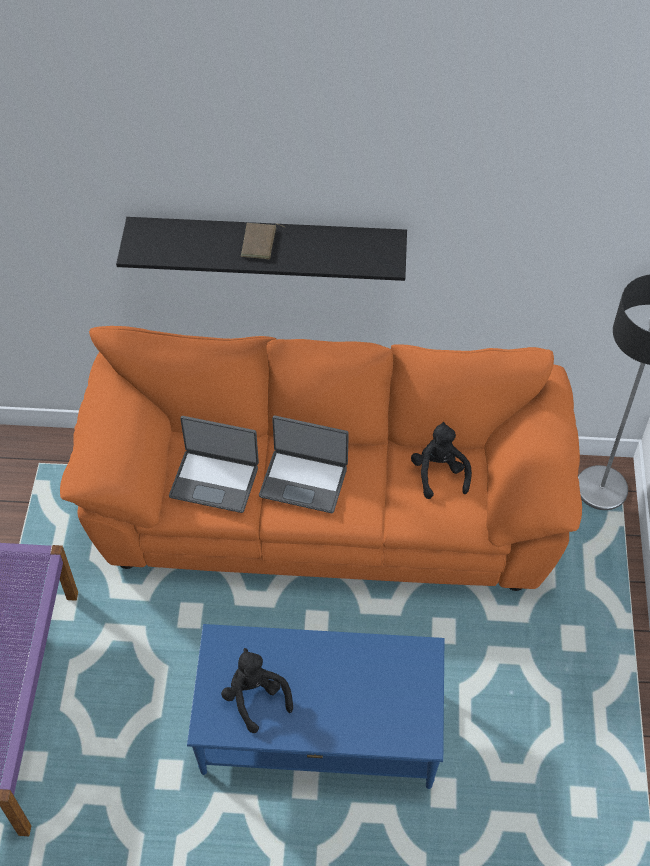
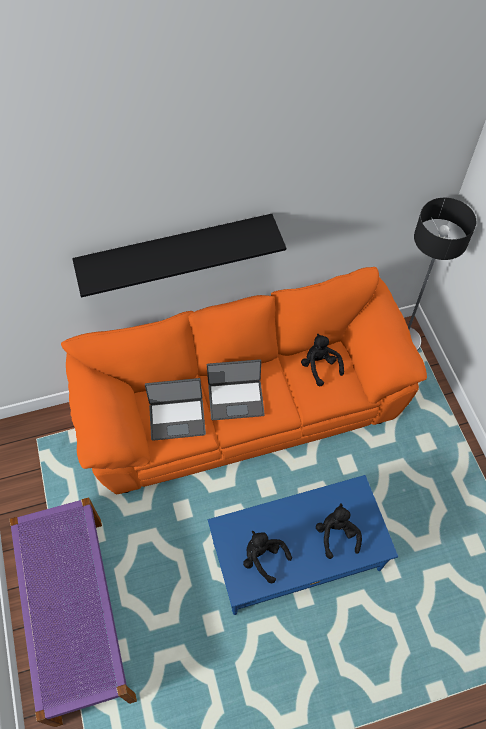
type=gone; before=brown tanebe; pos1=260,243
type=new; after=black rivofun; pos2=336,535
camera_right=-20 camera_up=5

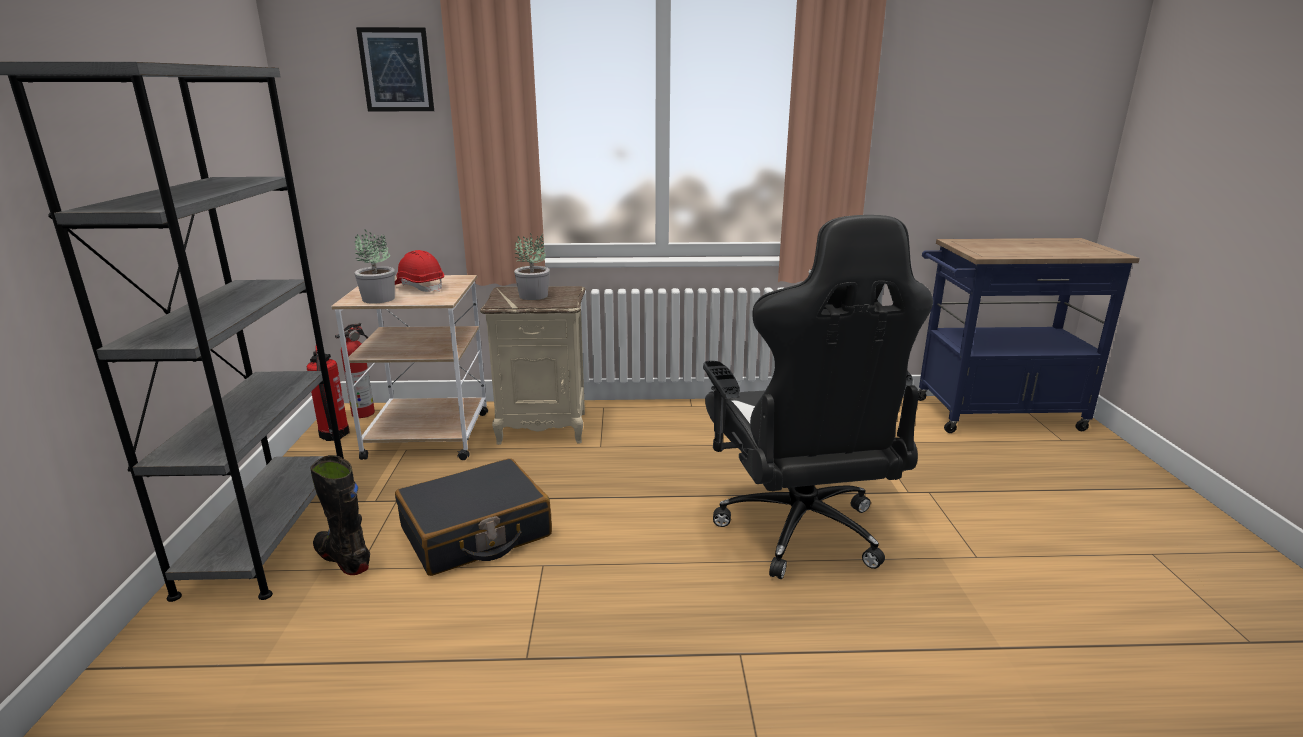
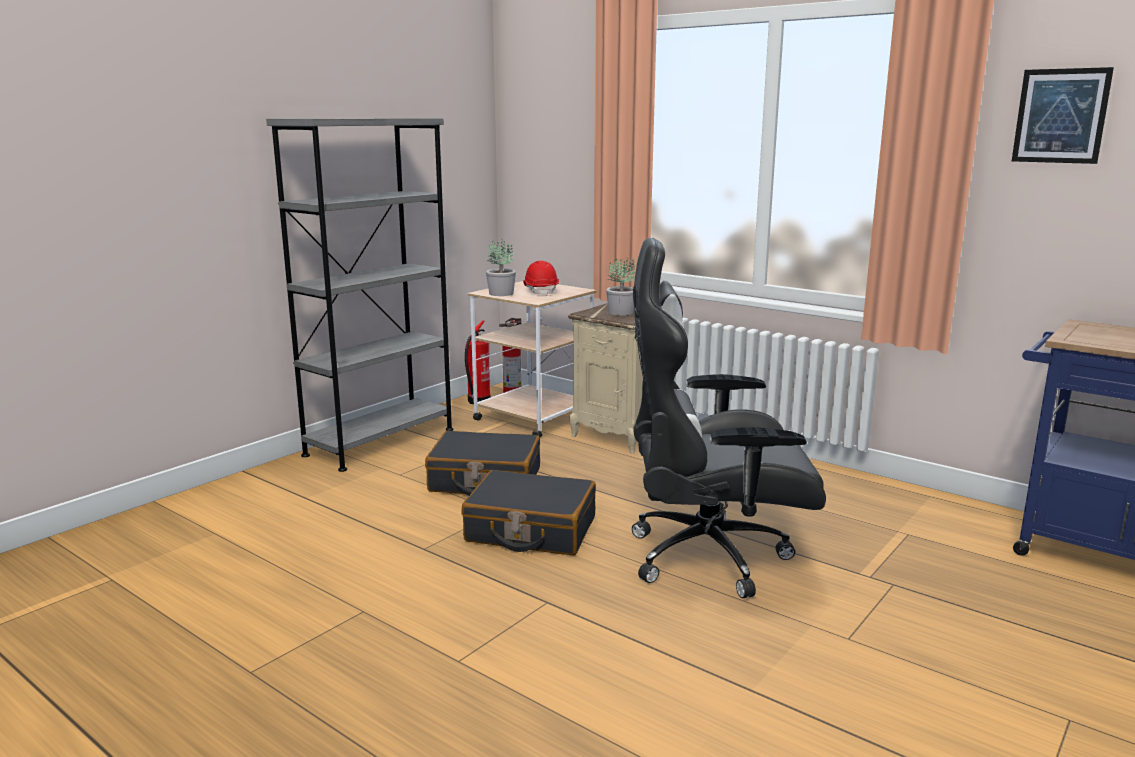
type=gone; before=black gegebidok; pos1=343,559
type=new; after=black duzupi; pos2=530,530
type=shifted; before=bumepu; pos1=396,70; pos2=1060,116
type=rotated; before=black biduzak; pos1=795,524; pos2=717,557; turn=60
camera_right=40 camera_up=-5

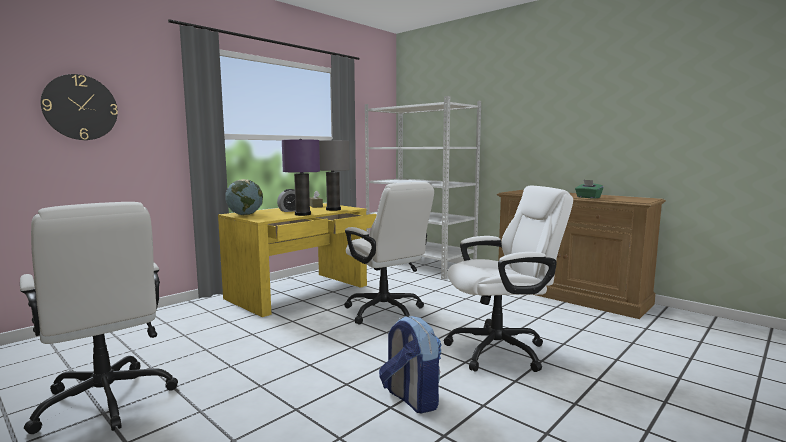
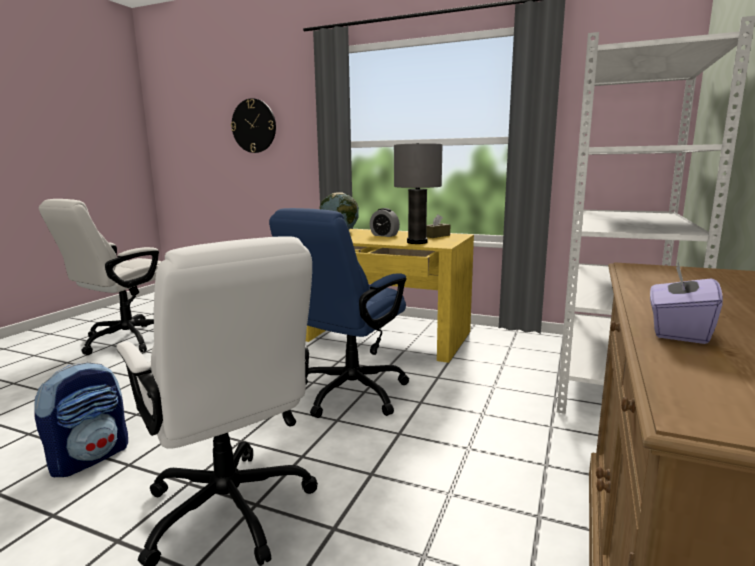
type=gone; before=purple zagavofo; pos1=302,214
type=repainted; before=white biduzak; after=blue biduzak; pos1=386,313; pos2=348,395
type=repainted; before=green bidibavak; after=purple bidibavak; pos1=588,197; pos2=678,330
camera_right=70 camera_up=5

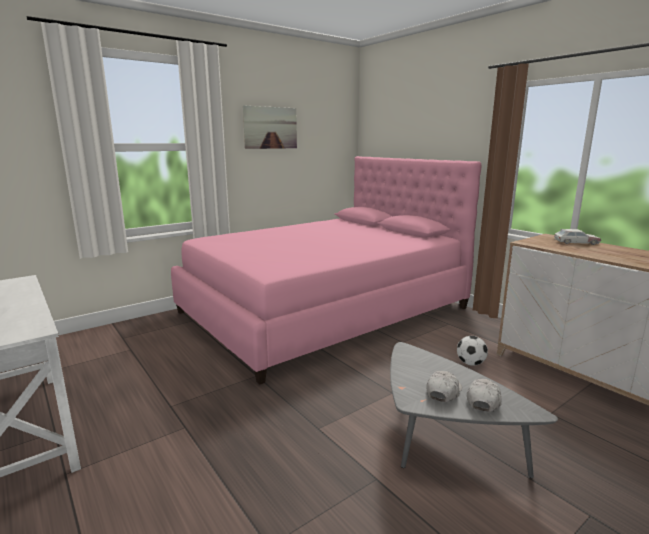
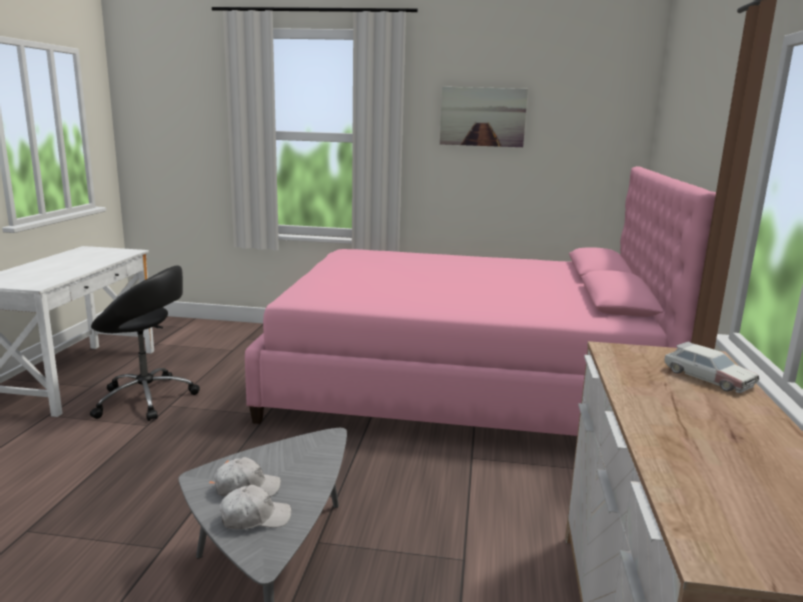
type=gone; before=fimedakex; pos1=470,363
type=new; after=black biduzak; pos2=148,399
camera_right=45 camera_up=0

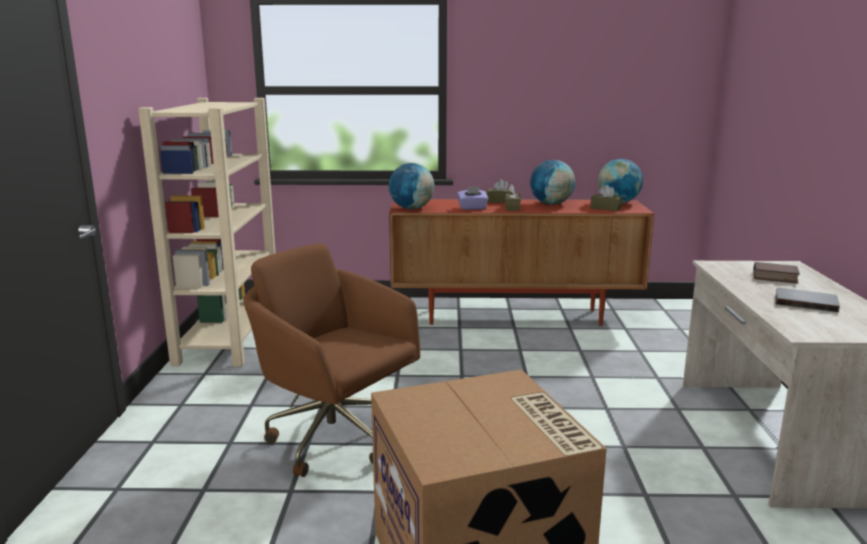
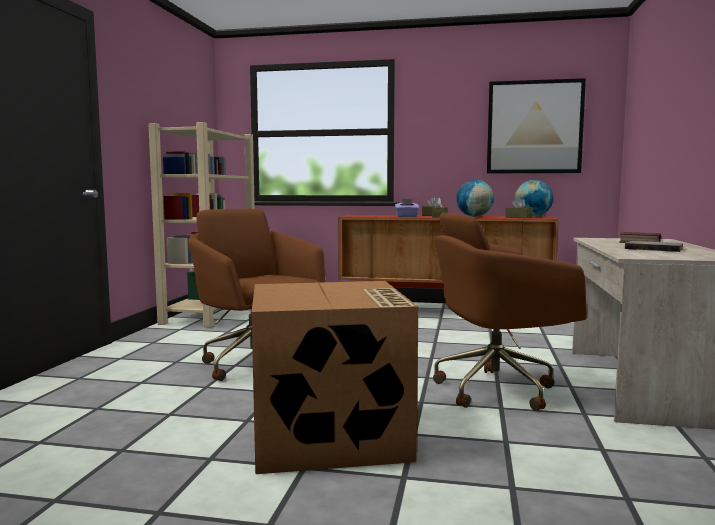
type=gone; before=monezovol; pos1=411,208
type=new; after=brown biduzak; pos2=500,390
type=new; after=bumepu; pos2=534,127
camera_right=10 camera_up=-10

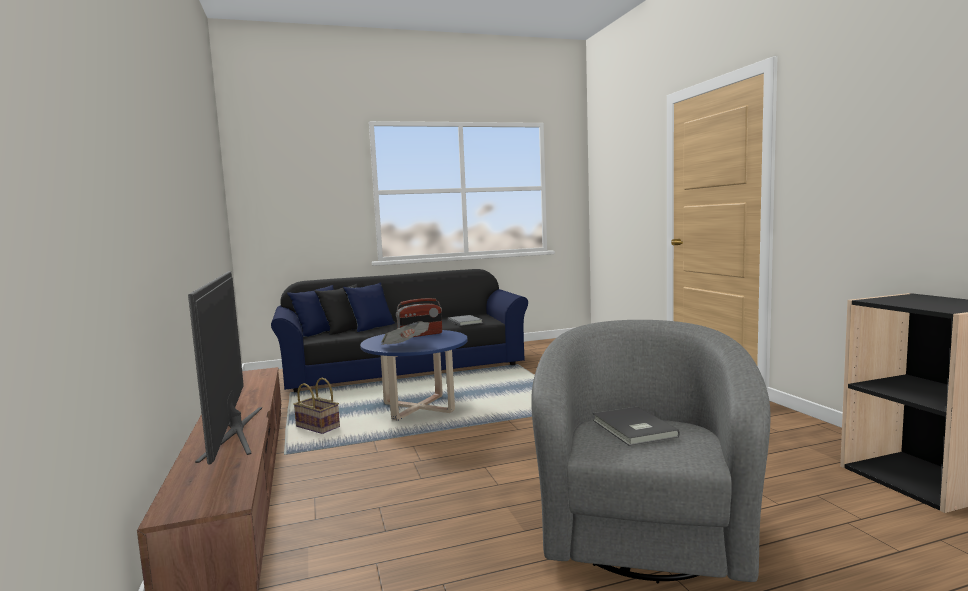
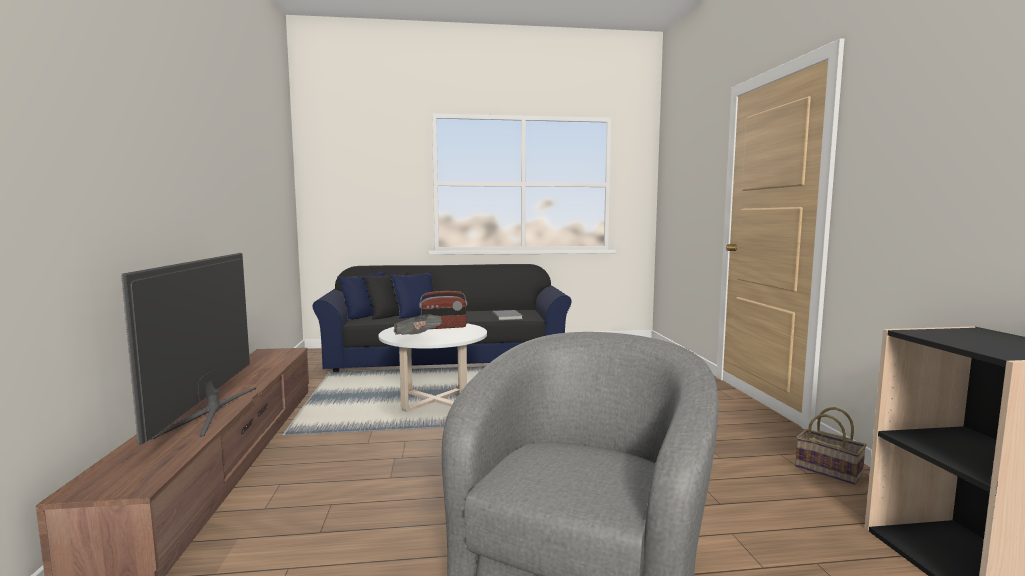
type=gone; before=grey tanebe; pos1=632,429
type=shifted; before=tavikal; pos1=319,427; pos2=830,471
type=repainted; before=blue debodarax; after=white debodarax; pos1=418,408; pos2=434,400
camera_right=10 camera_up=0

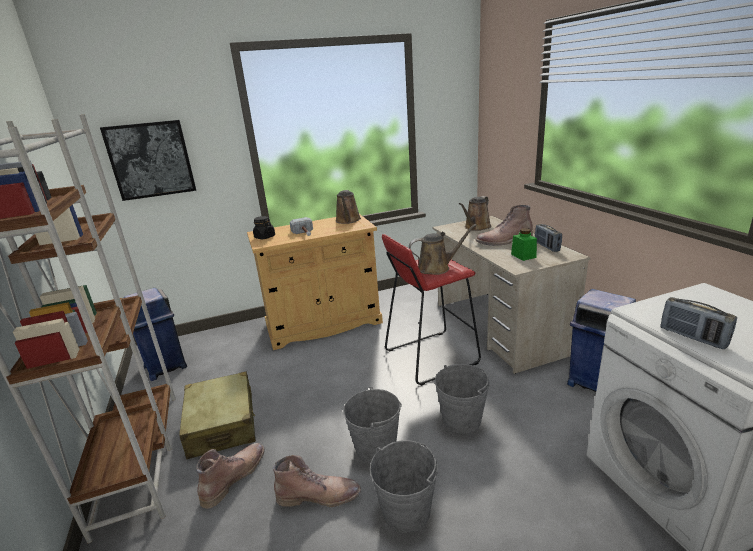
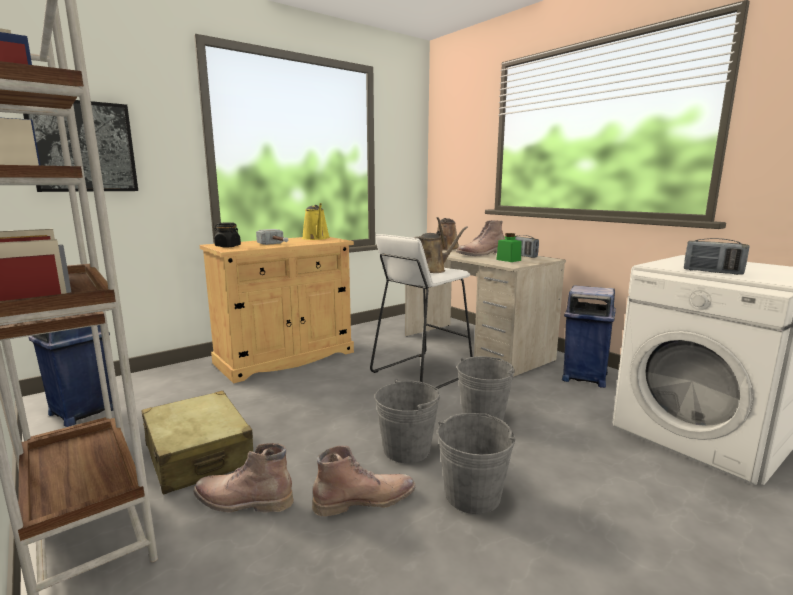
type=repainted; before=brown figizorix; after=yellow figizorix; pos1=348,220; pos2=316,238
type=repainted; before=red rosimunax; after=white rosimunax; pos1=430,357; pos2=421,373
type=rotated; before=brown gegebidok; pos1=234,476; pos2=242,501; turn=-90
camera_right=-20 camera_up=-10

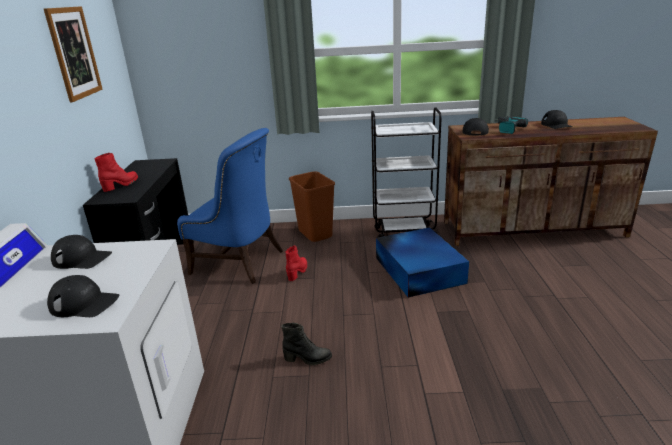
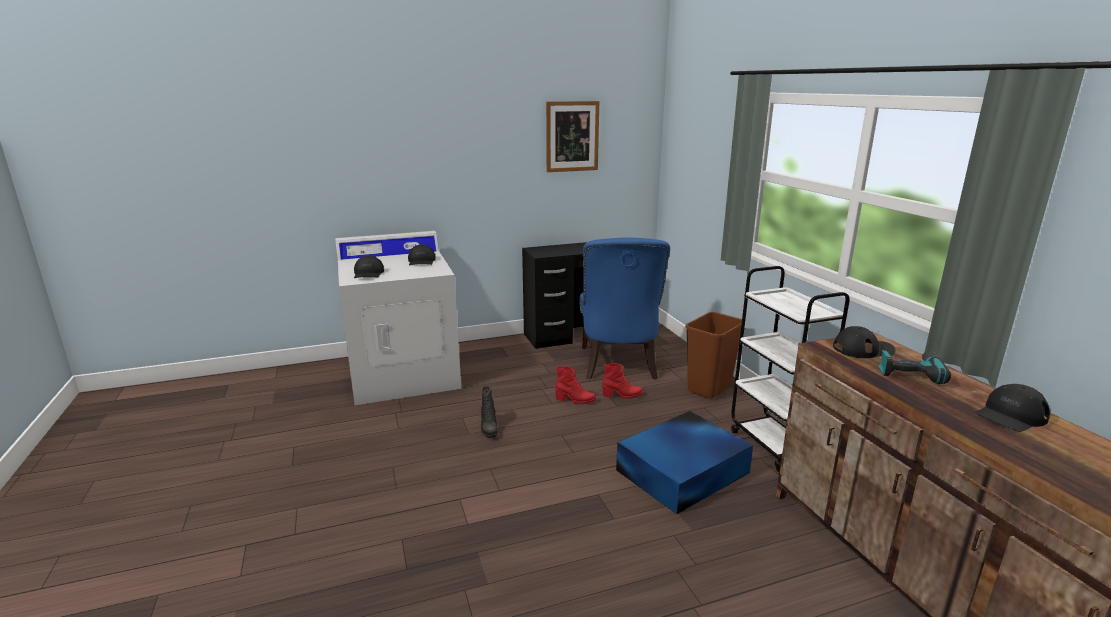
type=shifted; before=red gegebidok; pos1=121,185; pos2=575,400
camera_right=70 camera_up=-5

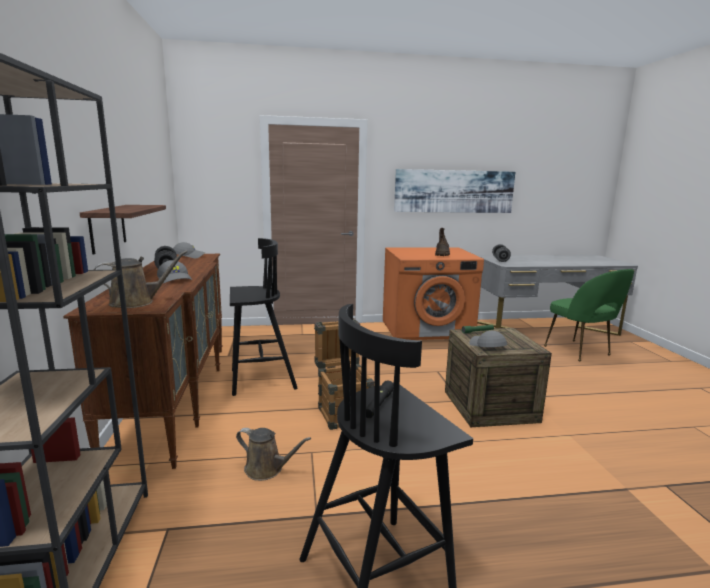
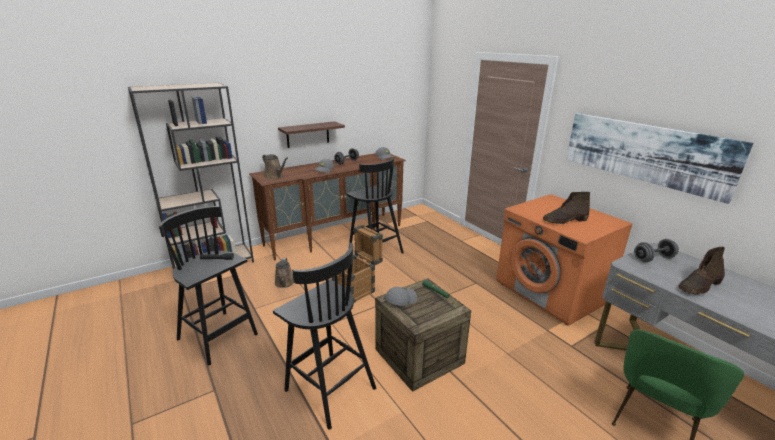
type=new; after=black rosimunax; pos2=328,387
type=new; after=brown gegebidok; pos2=699,286
camera_right=65 camera_up=10

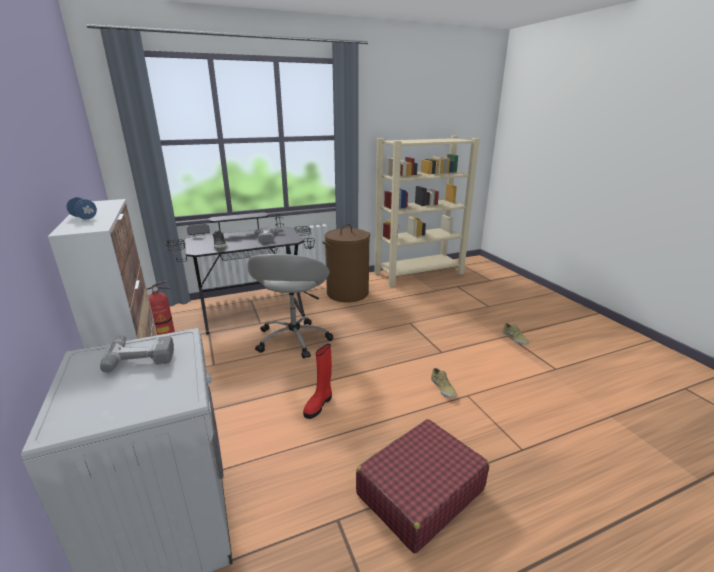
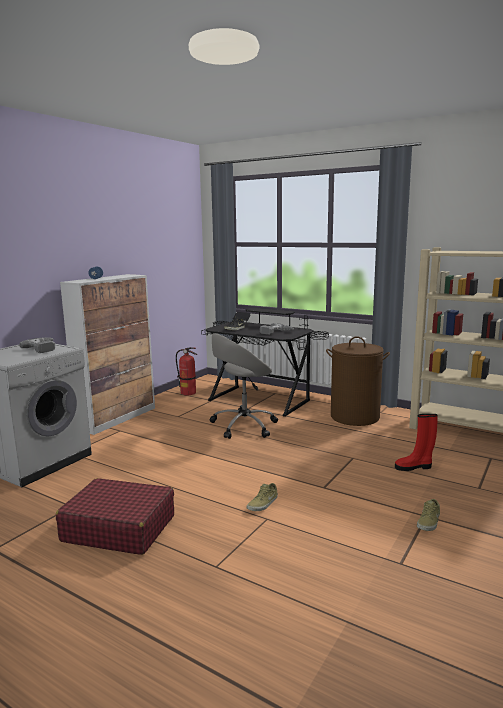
type=shifted; before=red gegebidok; pos1=319,405; pos2=414,467
camera_right=55 camera_up=-10

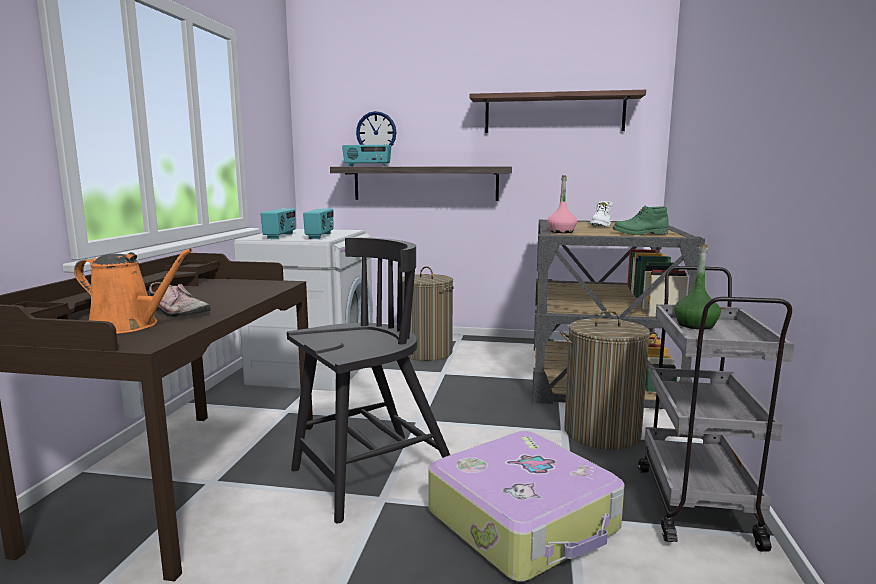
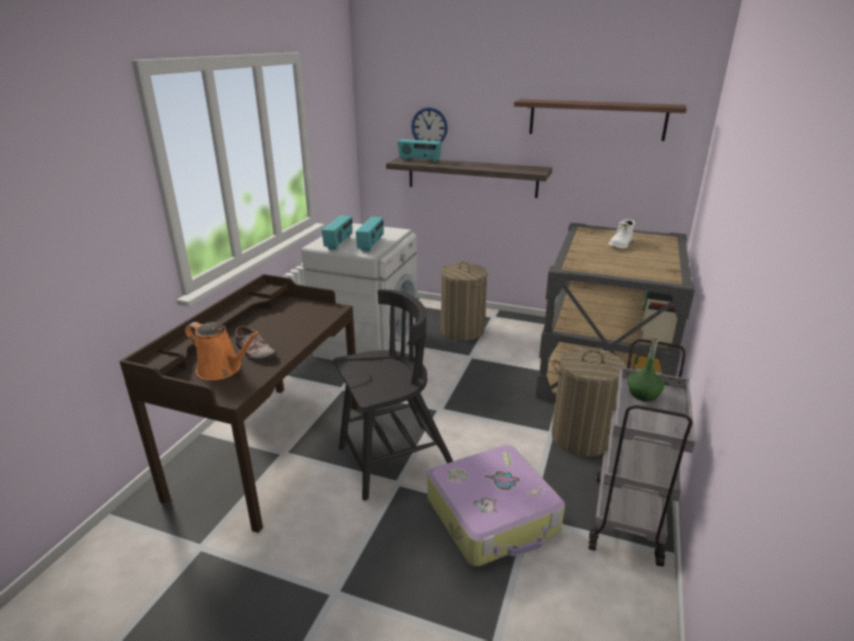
type=gone; before=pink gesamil; pos1=561,232
type=gone; before=green gegebidok; pos1=640,234
camera_right=10 camera_up=15

